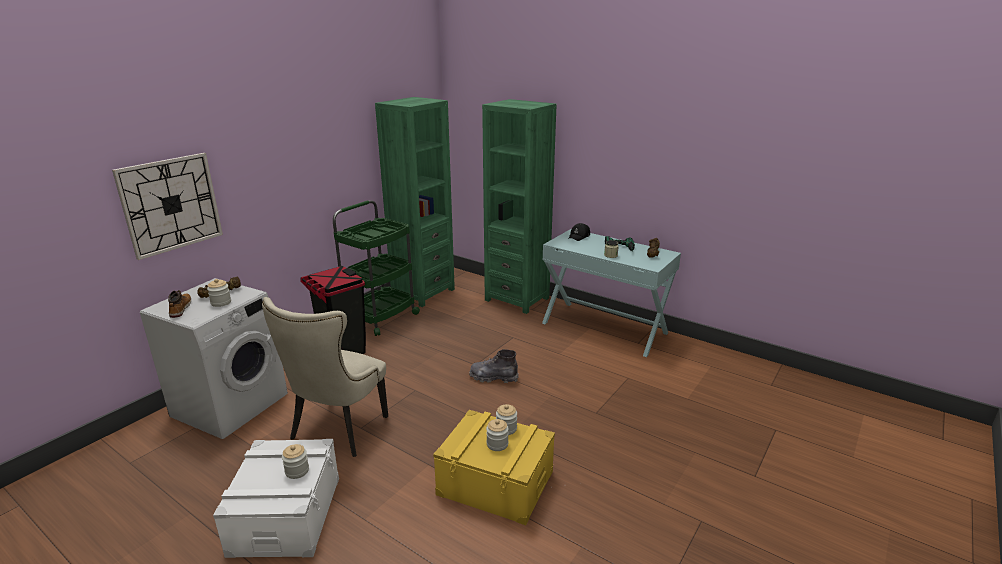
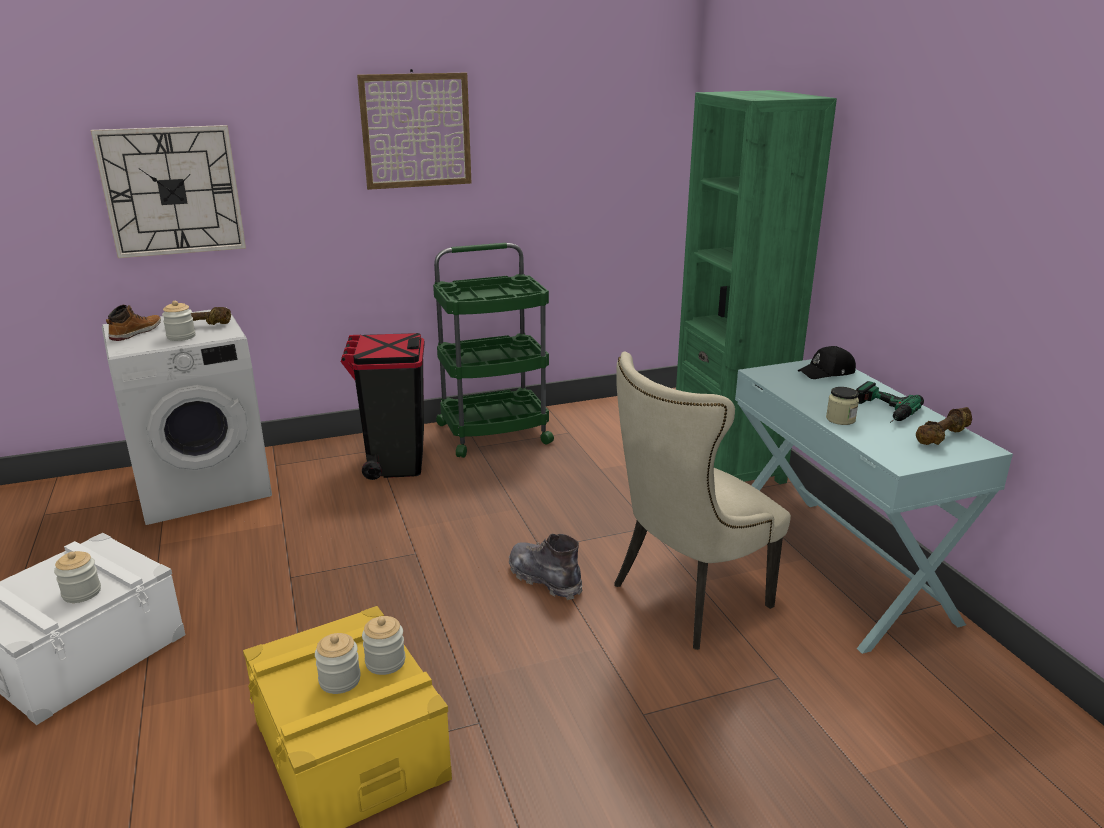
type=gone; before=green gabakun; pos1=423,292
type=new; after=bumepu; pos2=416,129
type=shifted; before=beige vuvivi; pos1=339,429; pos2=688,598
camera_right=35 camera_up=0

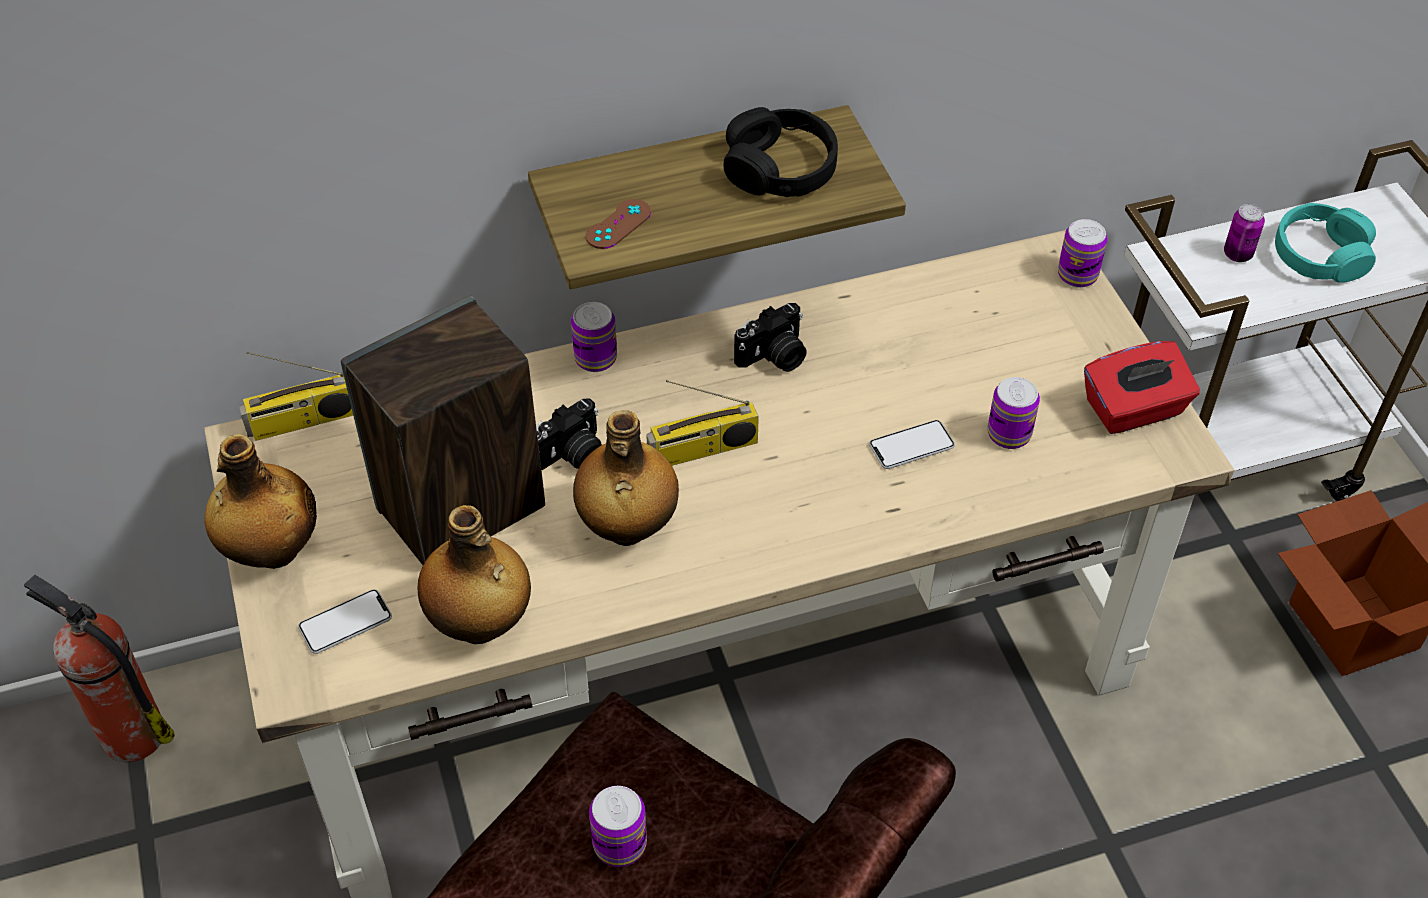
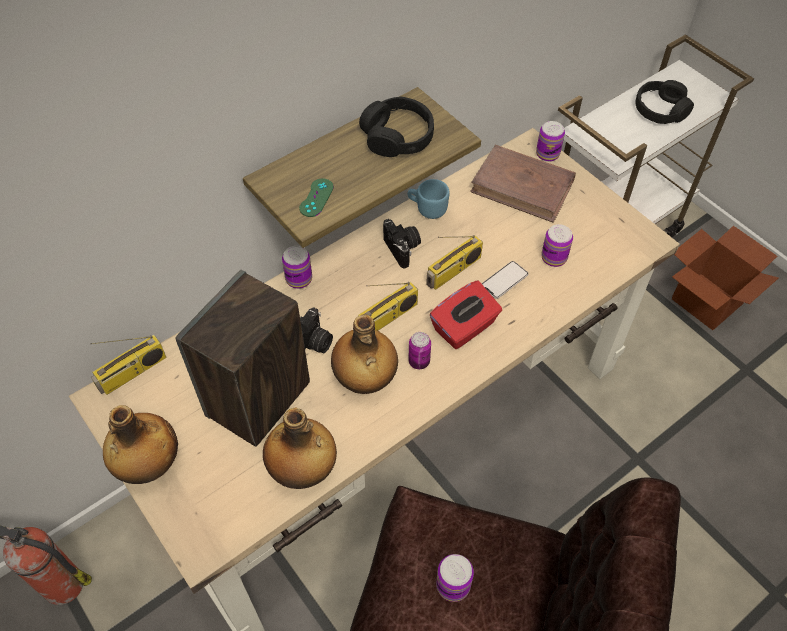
type=gone; before=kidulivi; pos1=345,623
type=new; after=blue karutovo; pos2=427,208
type=new; after=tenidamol; pos2=453,271
type=new; after=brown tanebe; pos2=523,187
type=shifted; before=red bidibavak; pos1=1134,410; pos2=464,328
type=shifted; before=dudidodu; pos1=1237,254; pos2=419,361
type=repainted; before=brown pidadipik; after=green pidadipik; pos1=618,224; pos2=316,198
type=repainted; before=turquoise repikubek; after=black repikubek; pos1=1320,255; pos2=660,110
type=rotated; before=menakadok; pos1=774,357; pos2=403,249; turn=-60
camera_right=-20 camera_up=5

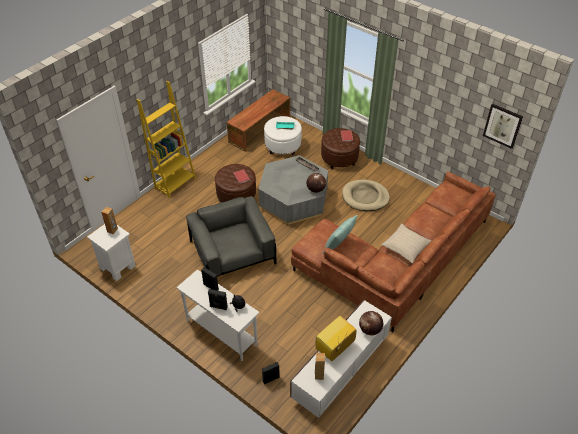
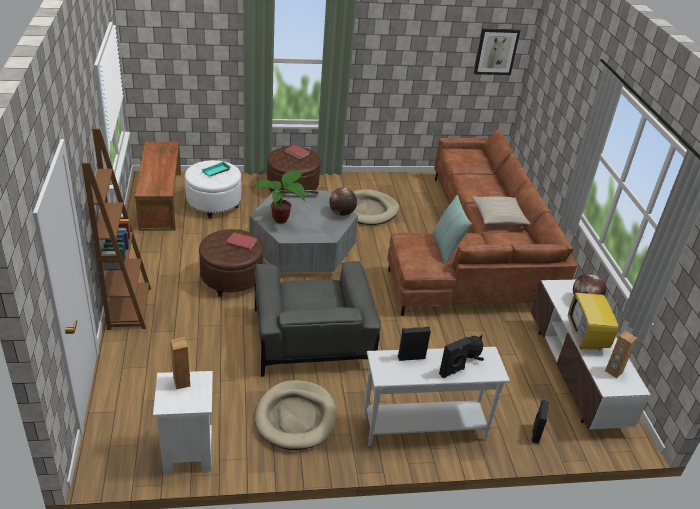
type=new; after=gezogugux; pos2=282,220
type=new; after=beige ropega; pos2=296,417
type=repainted; before=yellow gabakun; after=brown gabakun; pos1=175,183; pos2=129,308
type=rotated; before=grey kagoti; pos1=232,252; pos2=312,338; turn=-120
camera_right=-50 camera_up=-10

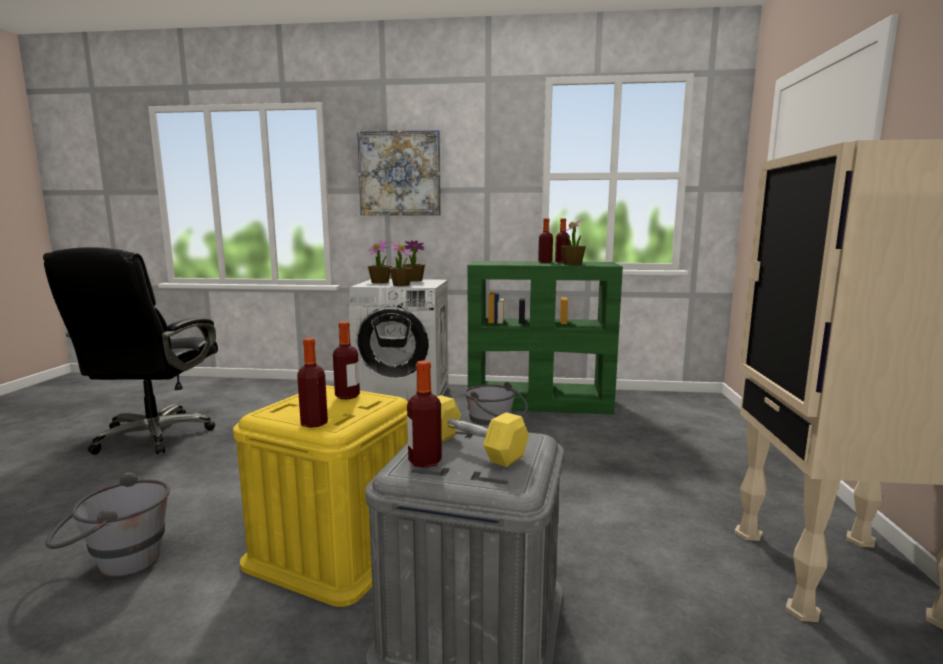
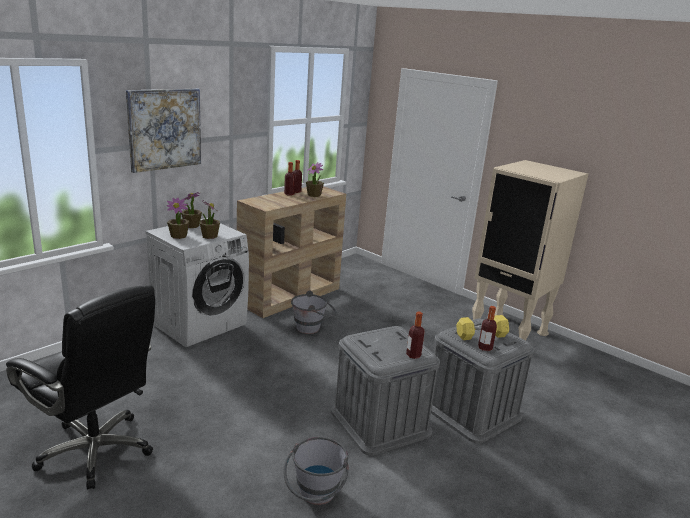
type=gone; before=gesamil; pos1=347,396
type=repainted; before=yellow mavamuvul; after=grey mavamuvul; pos1=335,547; pos2=380,422
type=repainted; before=green gabakun; after=brown gabakun; pos1=539,402; pos2=289,295
camera_right=-55 camera_up=10

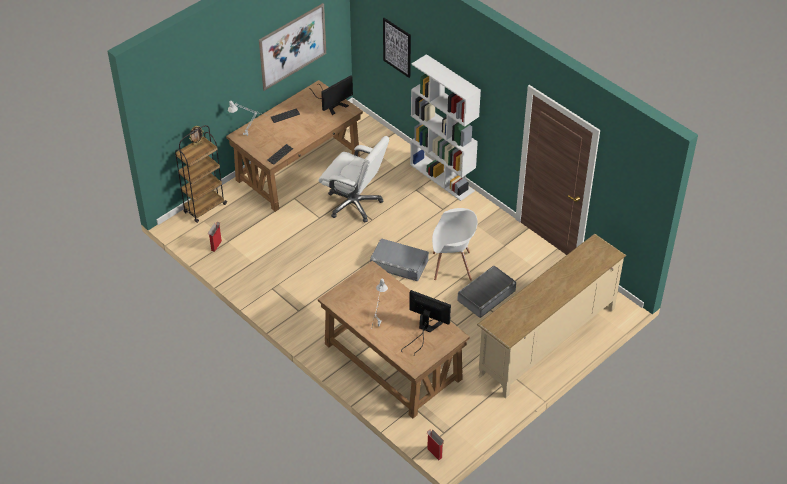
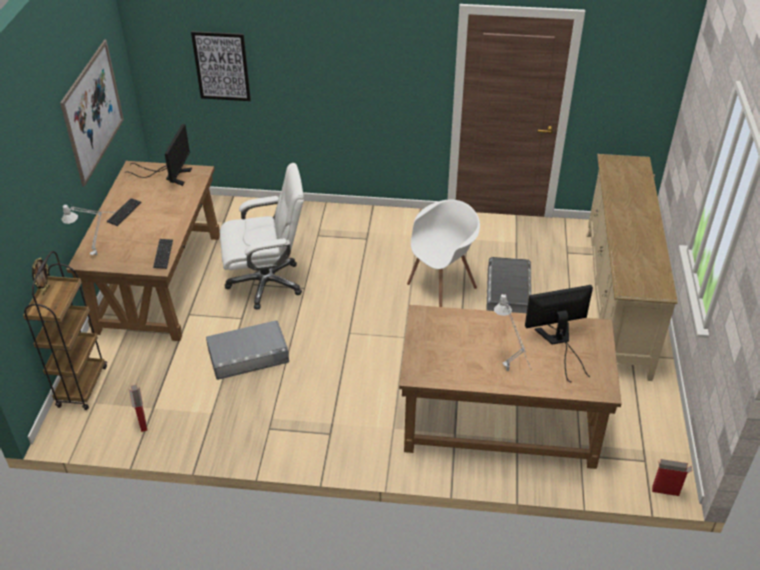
type=gone; before=white gabakun; pos1=442,177
type=shifted; before=grey mavamuvul; pos1=399,264; pos2=248,355
camera_right=-40 camera_up=-5

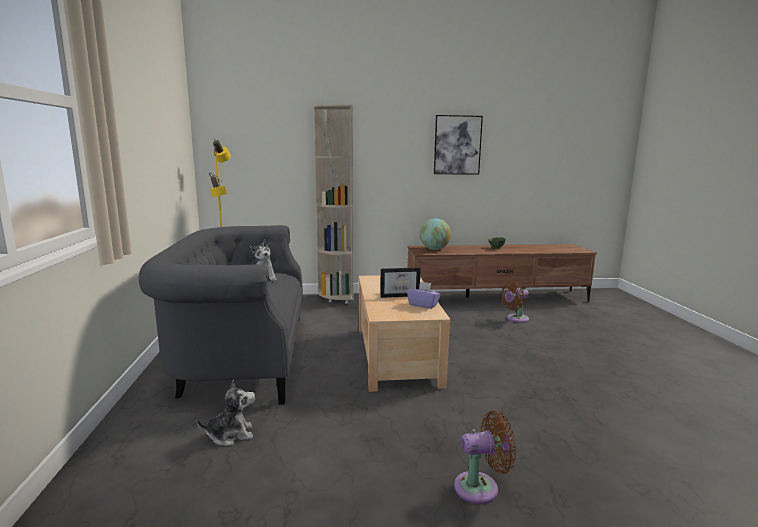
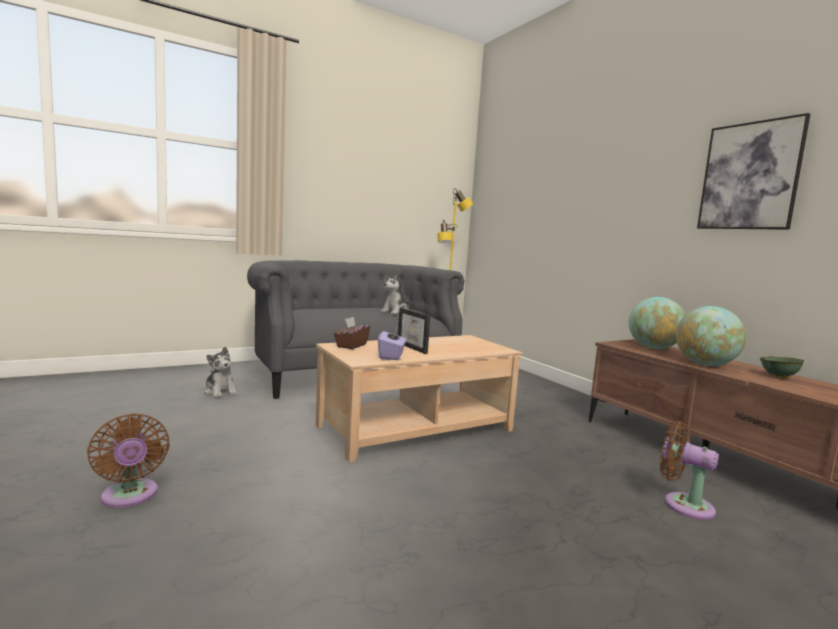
type=gone; before=beige gabakun; pos1=336,299
type=new; after=brown bidibavak; pos2=351,345
type=new; after=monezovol; pos2=705,365
camera_right=65 camera_up=-5

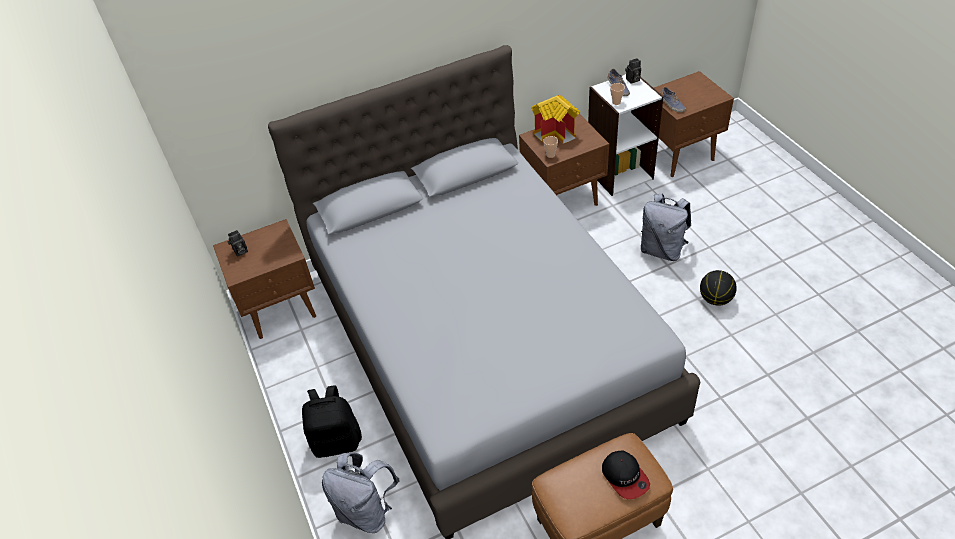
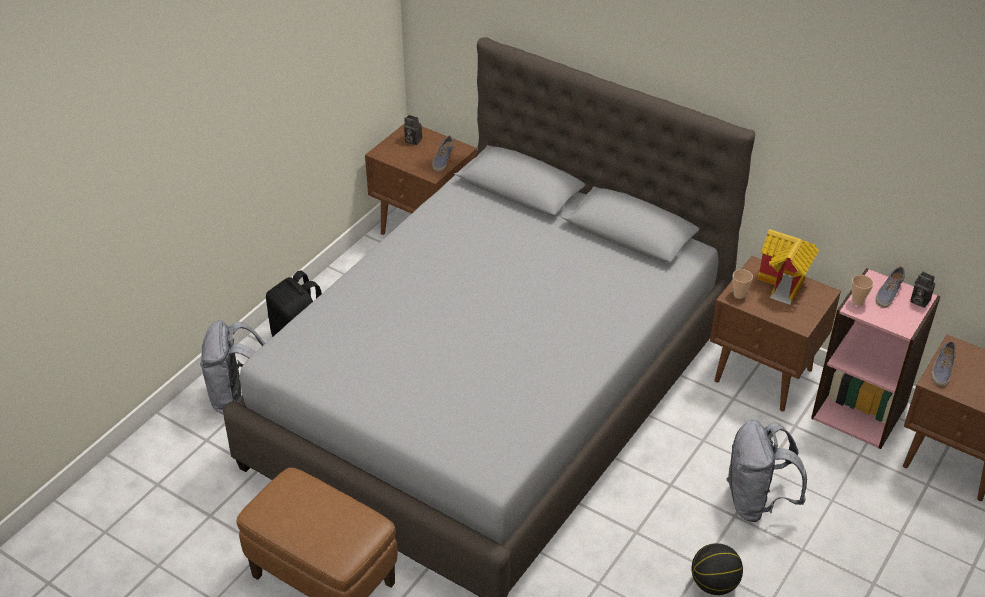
type=gone; before=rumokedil; pos1=625,477
type=new; after=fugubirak; pos2=443,160
type=repainted; before=white gabakun; after=pink gabakun; pos1=619,173; pos2=859,411
camera_right=55 camera_up=-5

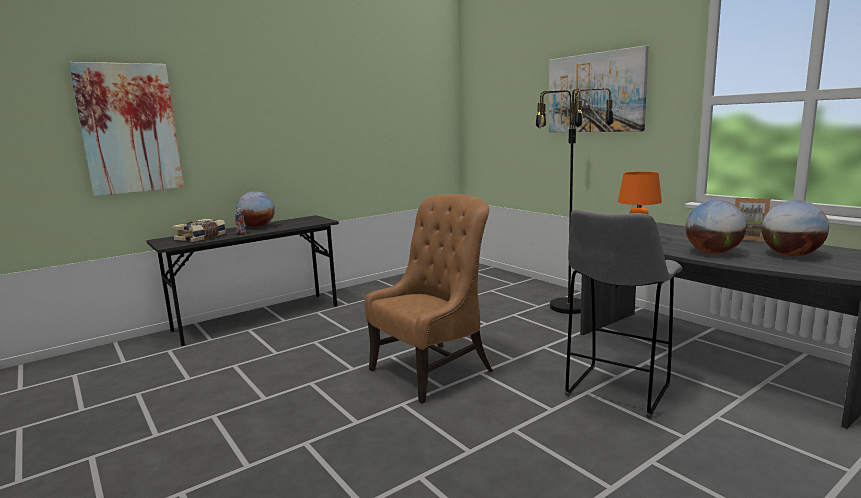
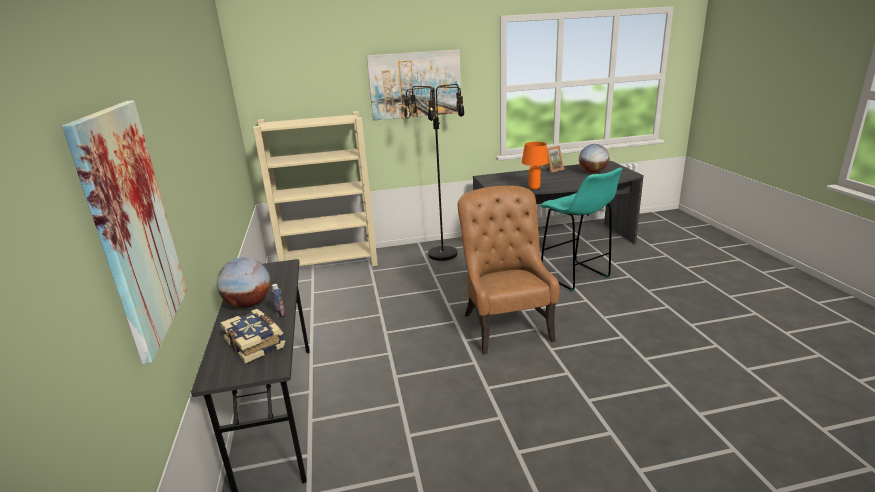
type=gone; before=monezovol; pos1=713,253
type=new; after=beige gabakun; pos2=330,263
type=repainted; before=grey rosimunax; after=turquoise rosimunax; pos1=616,391; pos2=576,277
camera_right=-65 camera_up=10

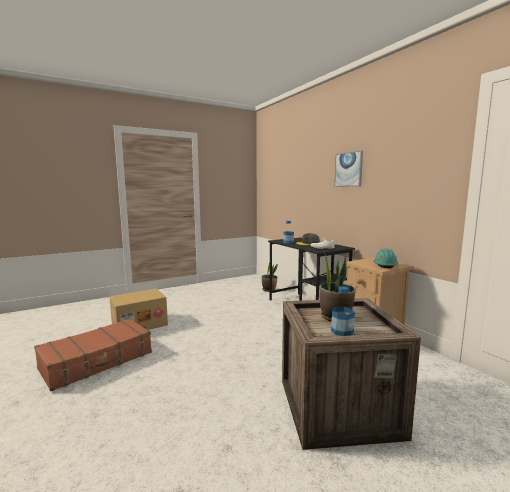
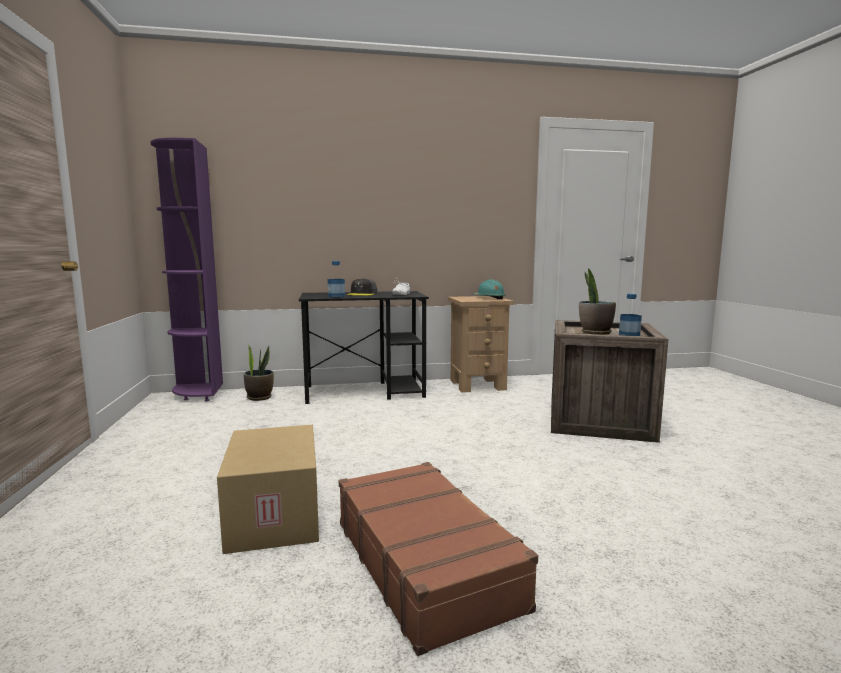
type=gone; before=bumepu; pos1=348,169
type=new; after=purple gabakun; pos2=197,396
camera_right=-70 camera_up=0

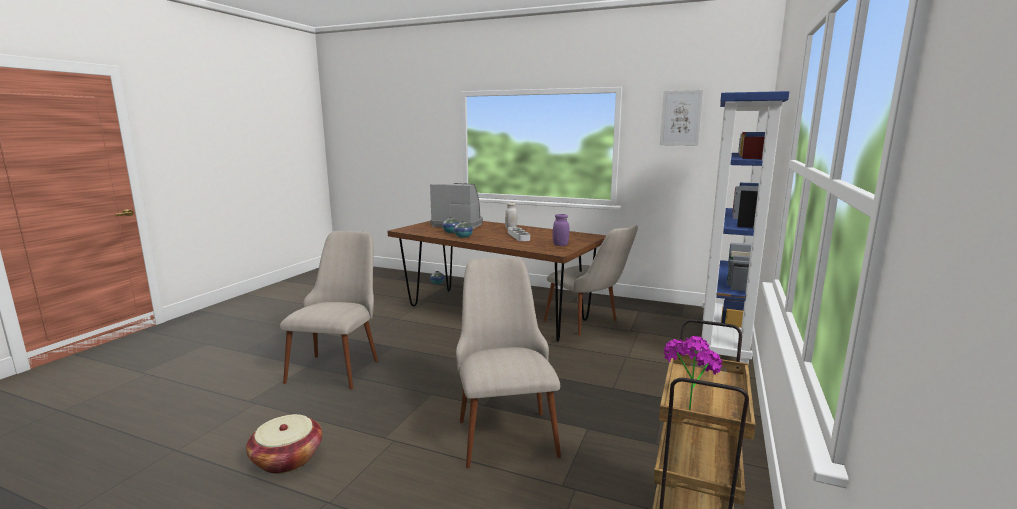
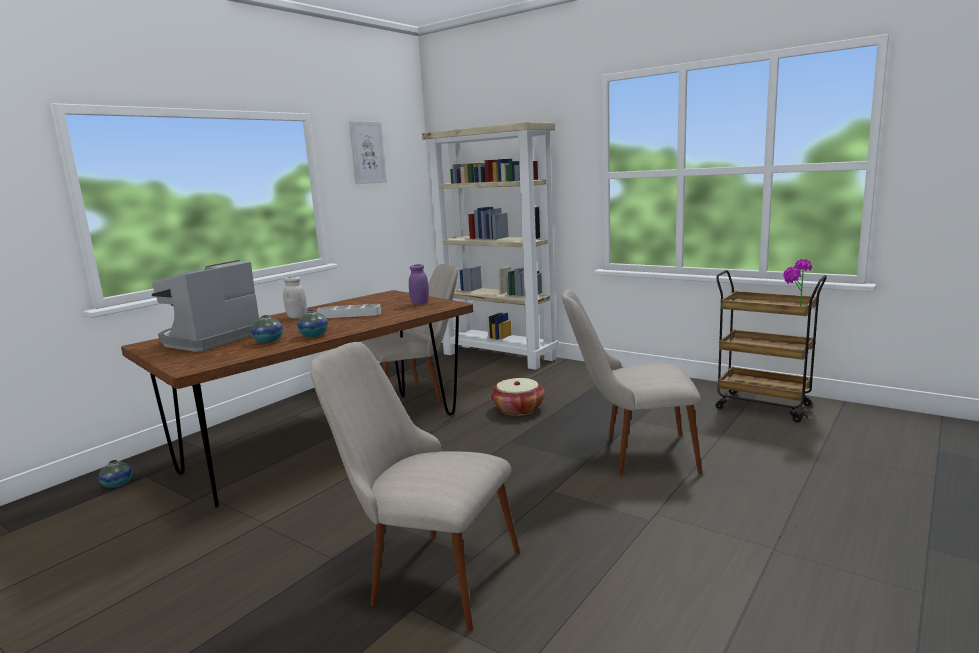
type=shifted; before=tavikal; pos1=287,459; pos2=518,409
type=repainted; before=blue gabakun; after=beige gabakun; pos1=723,342; pos2=499,356
camera_right=-75 camera_up=0

